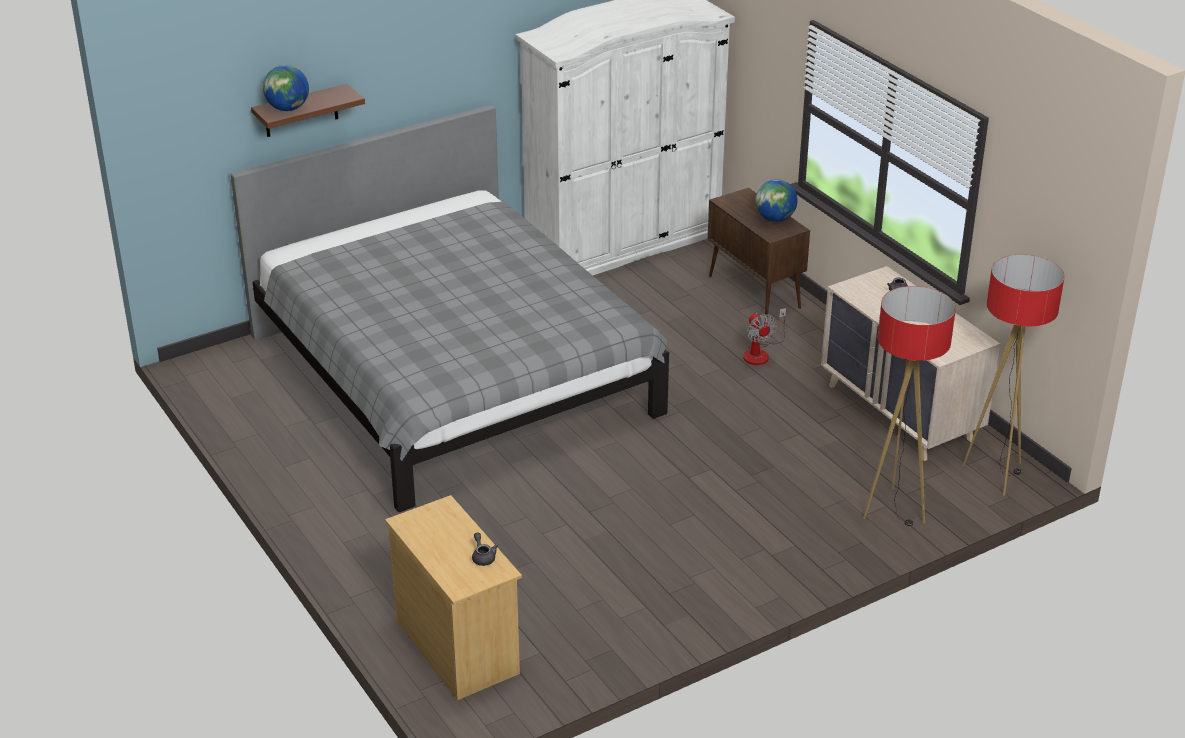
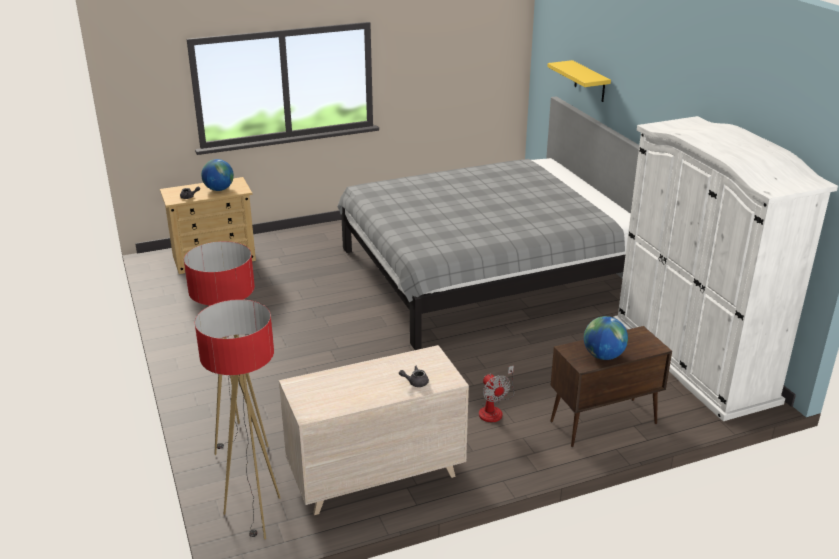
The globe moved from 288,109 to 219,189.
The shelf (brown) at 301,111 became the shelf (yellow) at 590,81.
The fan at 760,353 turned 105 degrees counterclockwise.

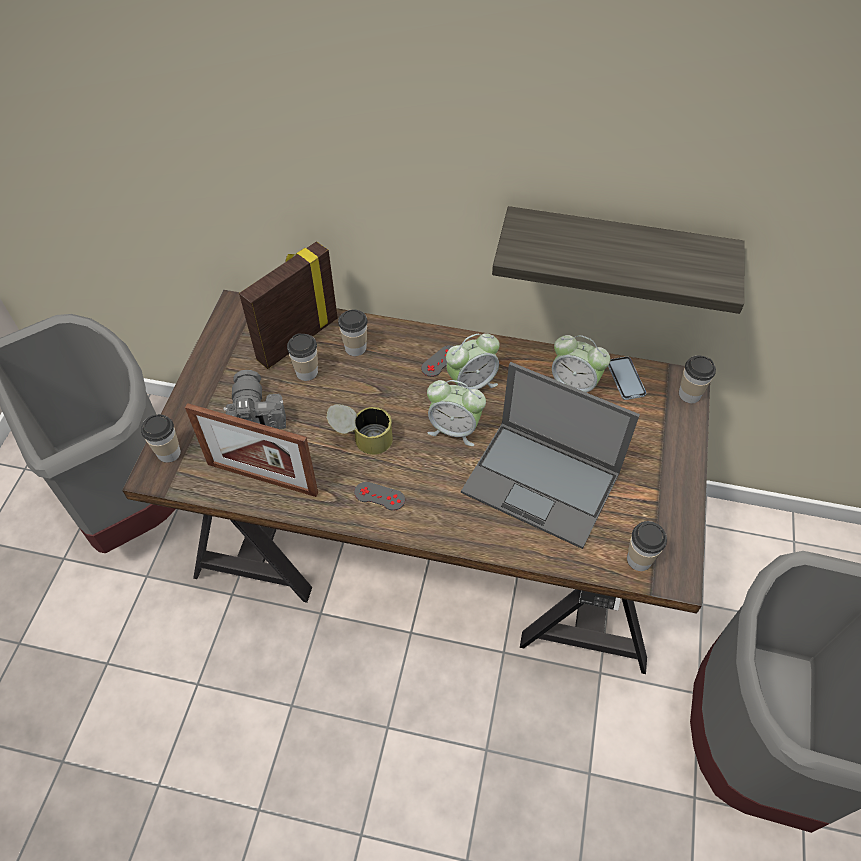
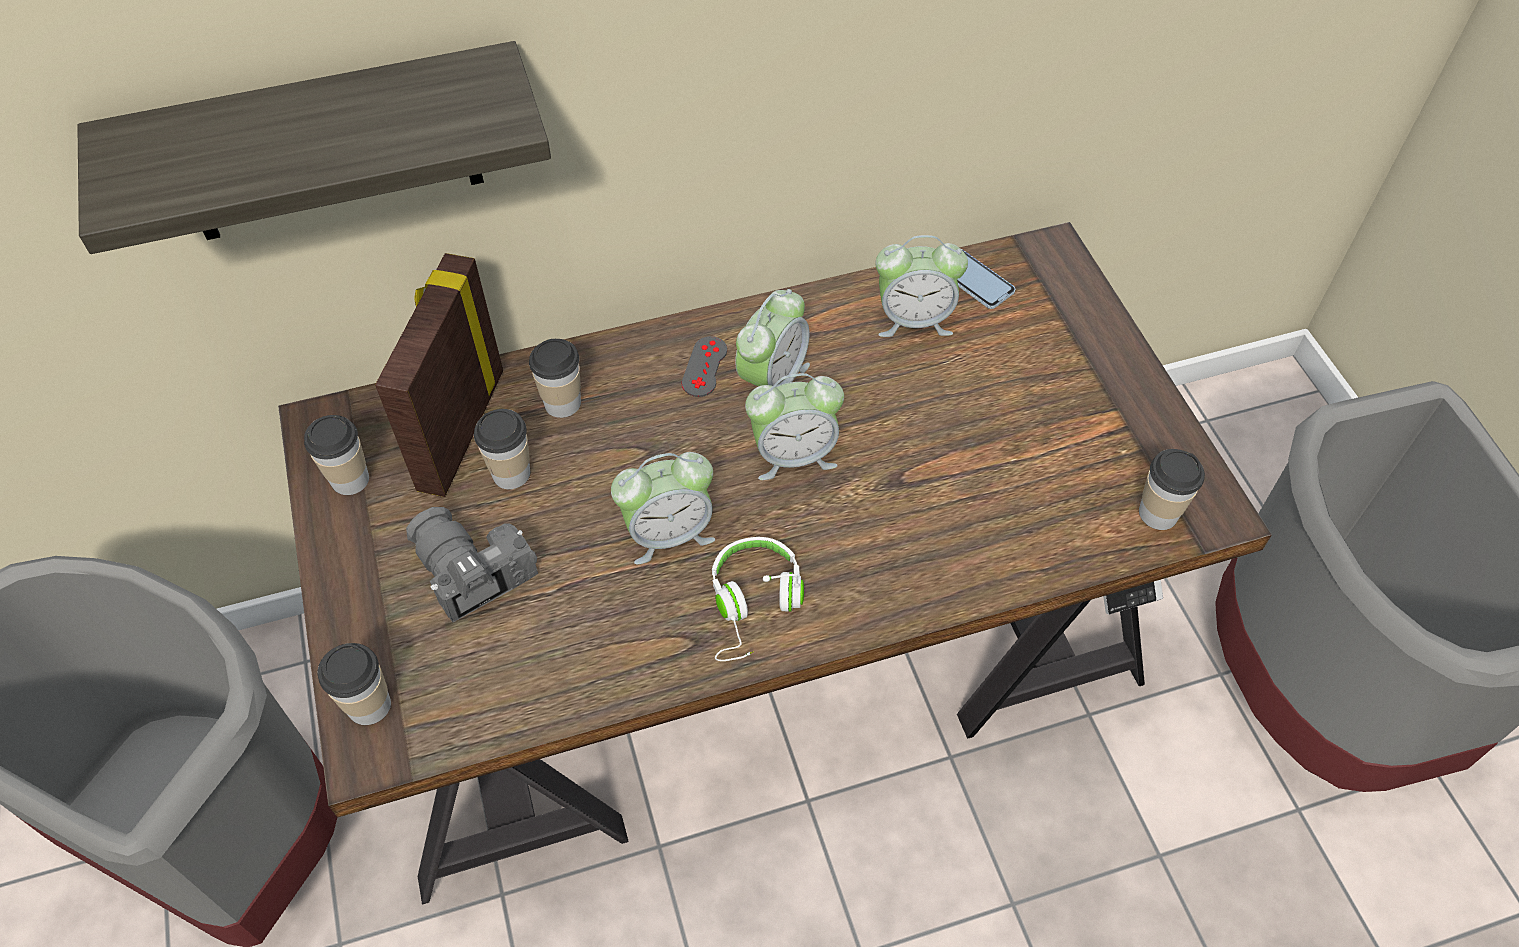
The picture frame at 262,478 disappeared.
The laptop at 543,483 disappeared.
The shelf moved from 615,257 to 326,147.
The cup moved from 689,394 to 350,479.
The can at 362,439 was replaced by the alarm clock at 668,534.
The game controller (grey) at 379,496 was replaced by the headphones (white) at 754,604.

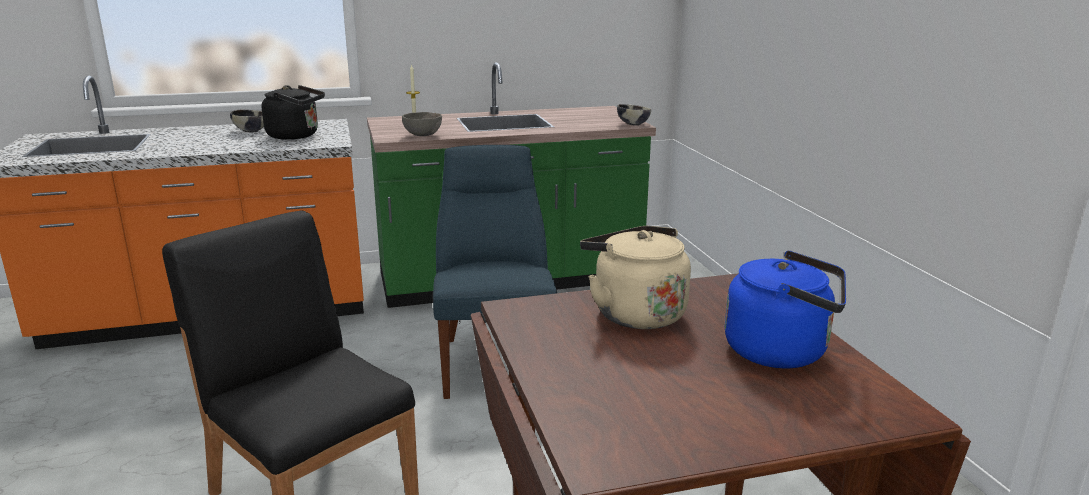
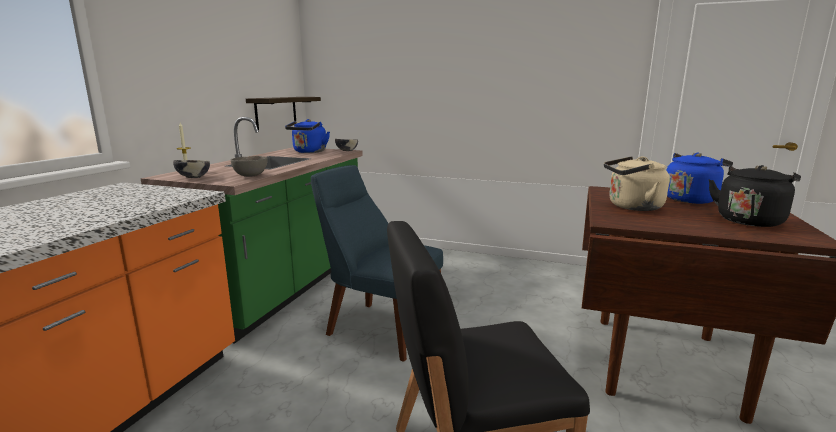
The shelf at 276,112 appeared.
The kettle (blue) at 309,152 appeared.
The bowl moved from 251,131 to 193,177.
The kettle (black) moved from 296,136 to 749,220.

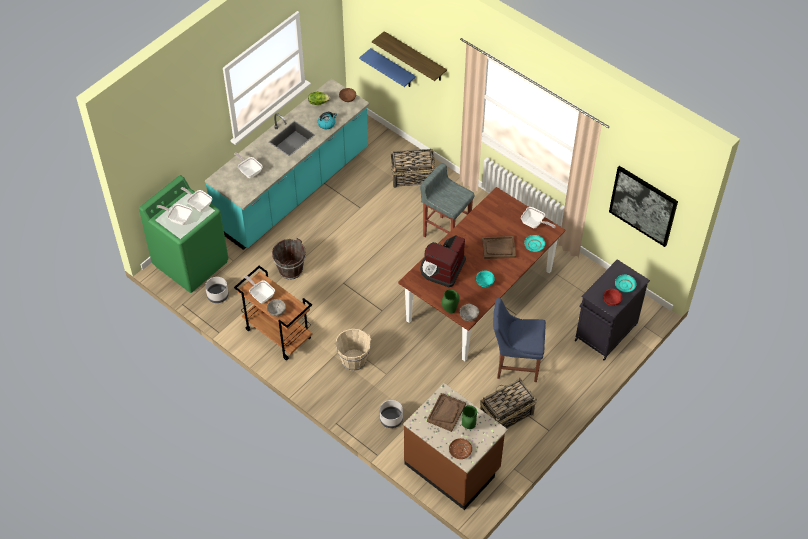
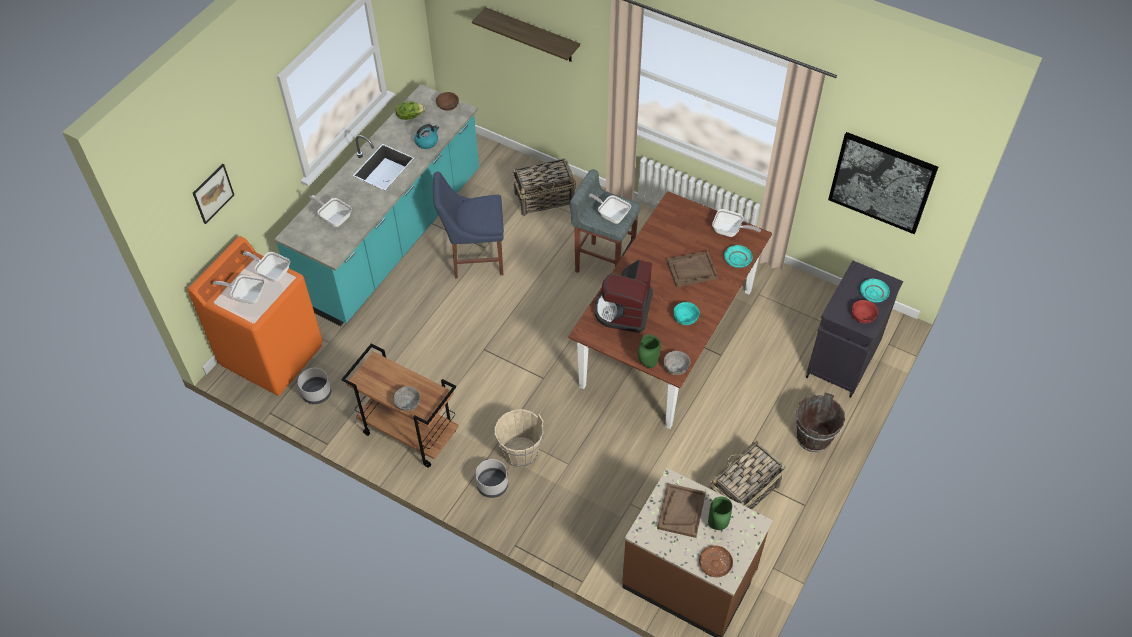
The shelf (blue) at 393,69 disappeared.
The picture at 213,193 appeared.
The frying pan moved from 261,295 to 611,215.
The bucket (brown) moved from 290,270 to 813,437.
The planter (grey) moved from 391,419 to 492,485.
The chair (blue) moved from 515,364 to 474,259.
The washing machine (green) at 191,263 became the washing machine (orange) at 272,354.

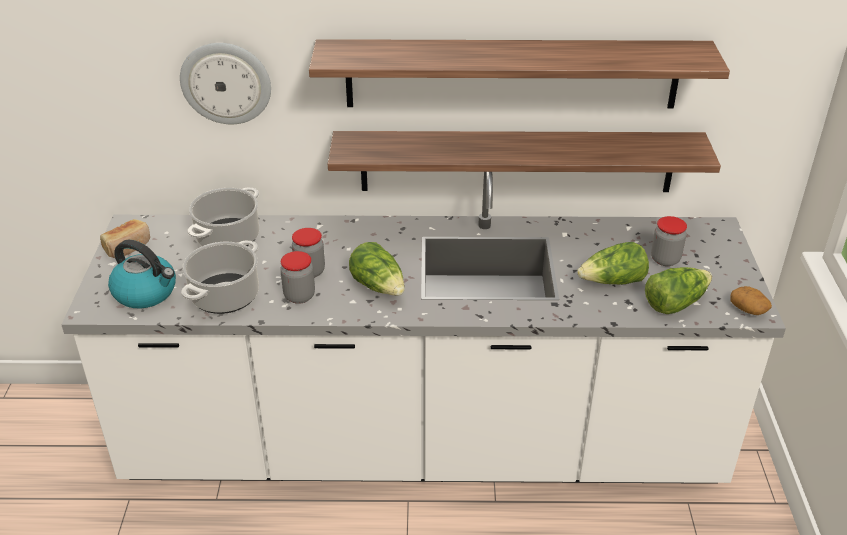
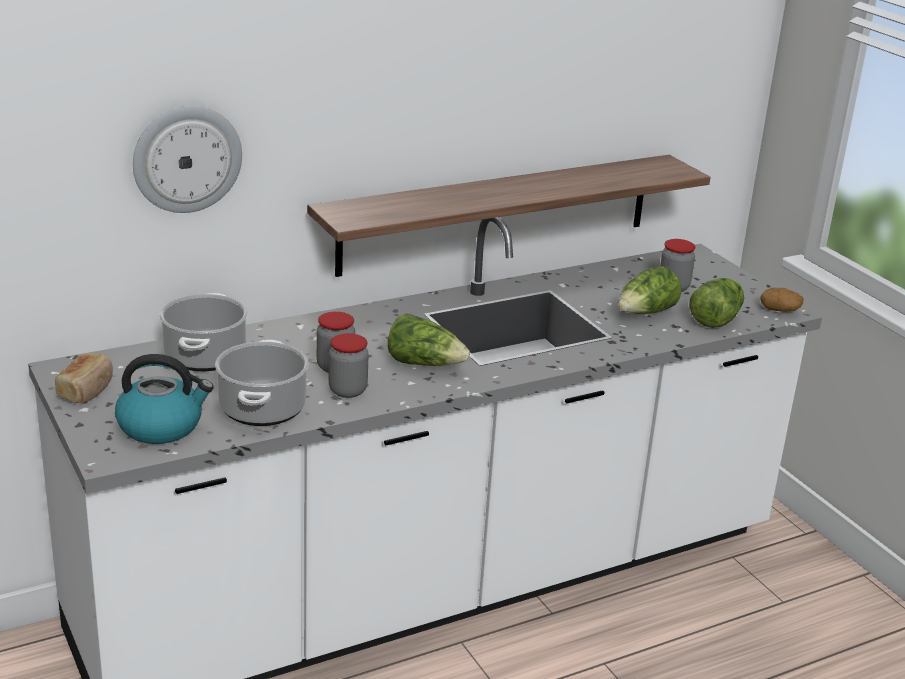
The shelf at 512,73 disappeared.

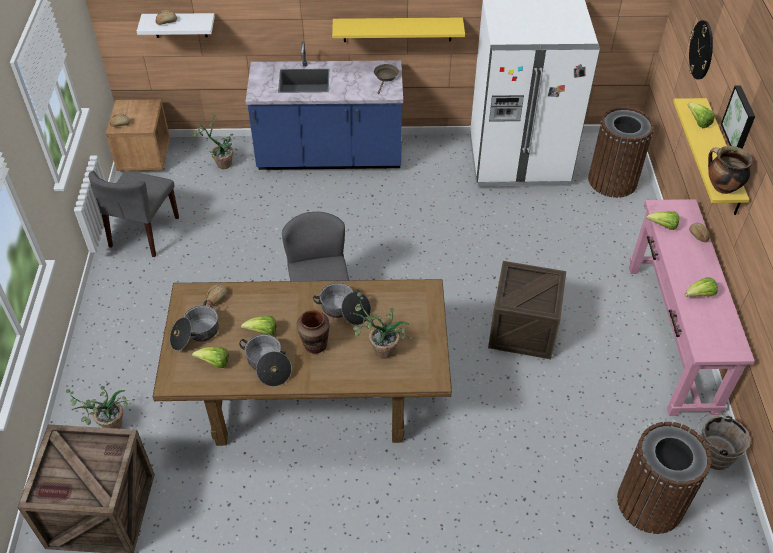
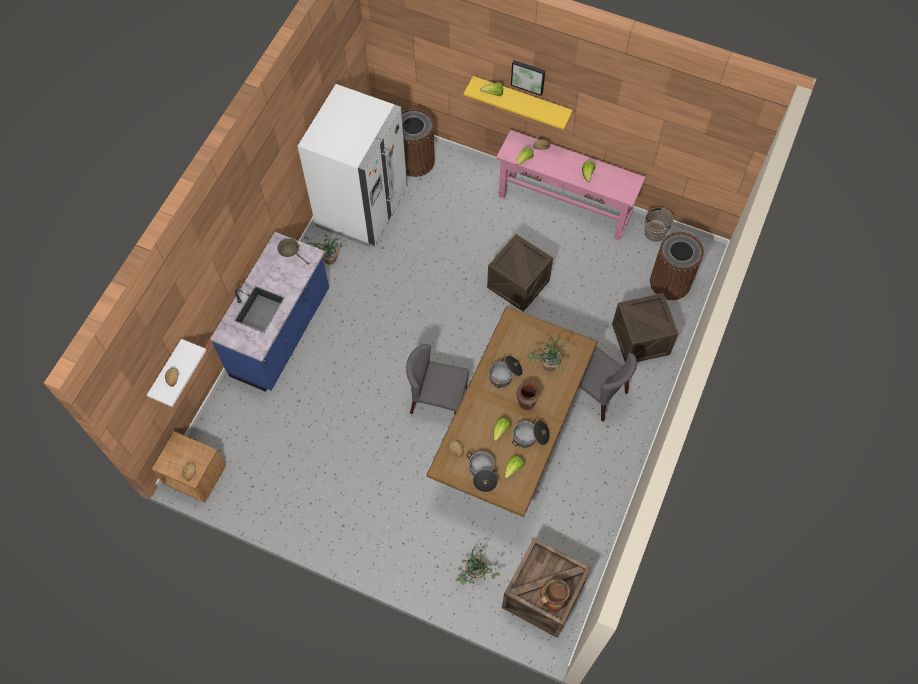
The shelf (yellow) at 397,29 disappeared.
The wall clock at 701,50 disappeared.
The crate at 640,339 appeared.
The chair (grey) moved from 144,232 to 596,392.
The potted plant moved from 222,162 to 326,260.
The cooking pot moved from 721,187 to 553,599.

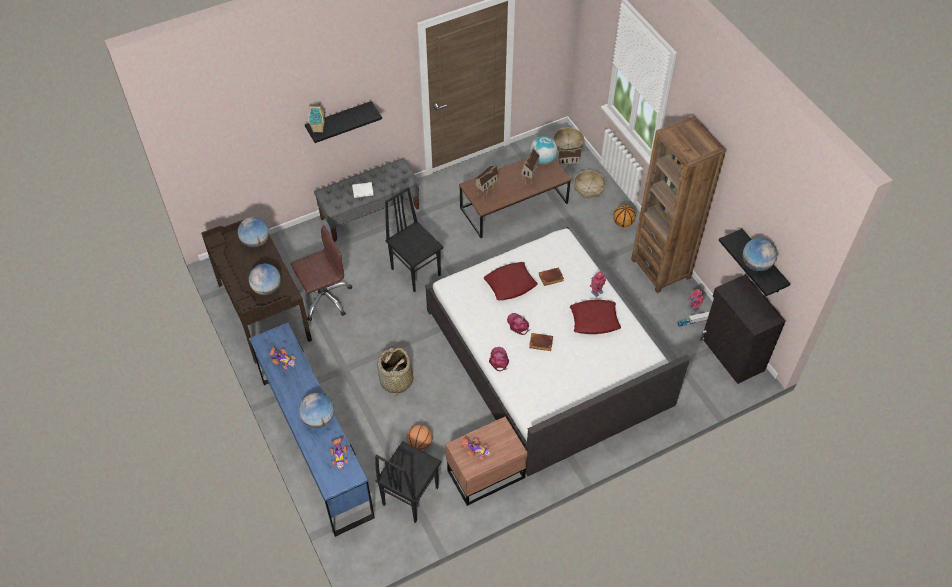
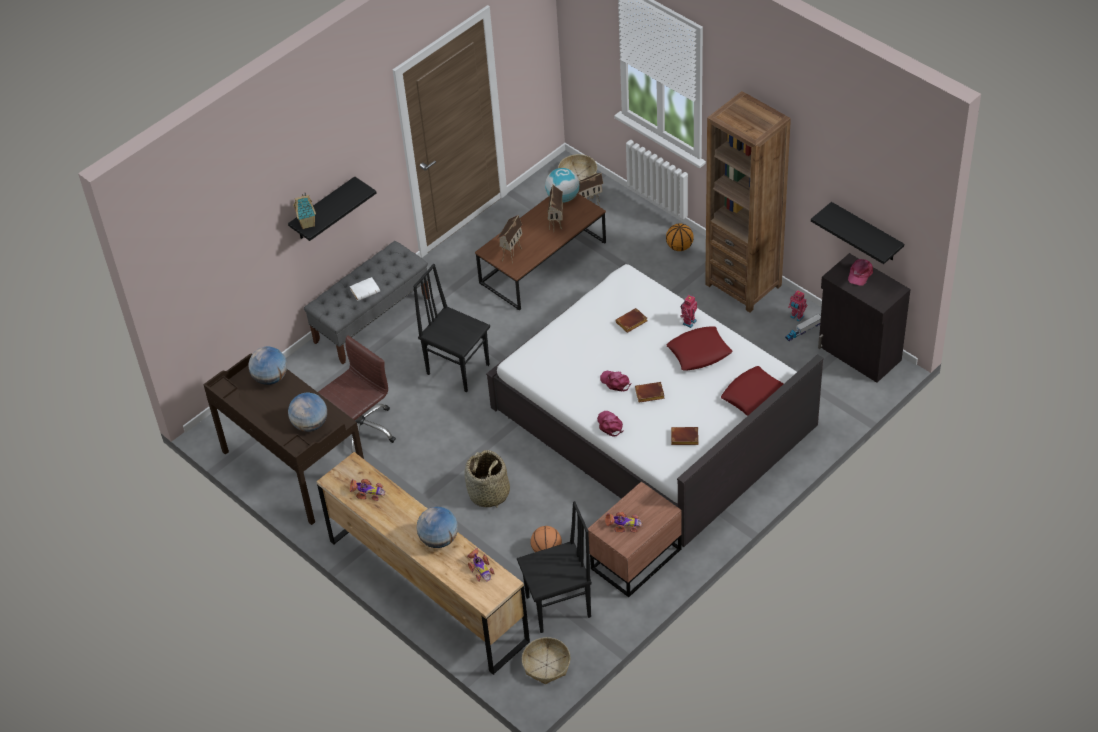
The globe at 756,264 disappeared.
The book (brown) at 683,438 appeared.
The cap (pink) at 860,274 appeared.
The pillow (red) moved from 510,284 to 753,395.
The basket moved from 589,188 to 546,665.
The dresser (blue) at 316,447 became the dresser (brown) at 428,590.
The chair (black) at 409,496 turned 120 degrees counterclockwise.

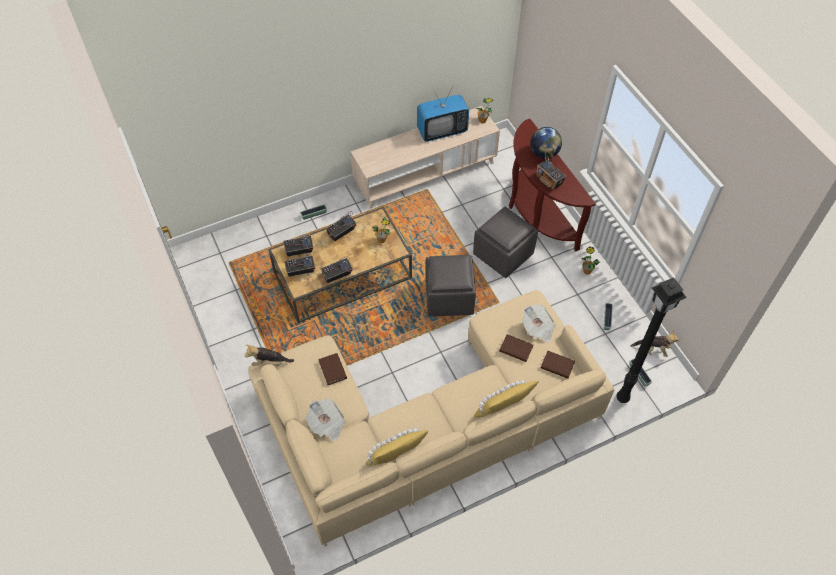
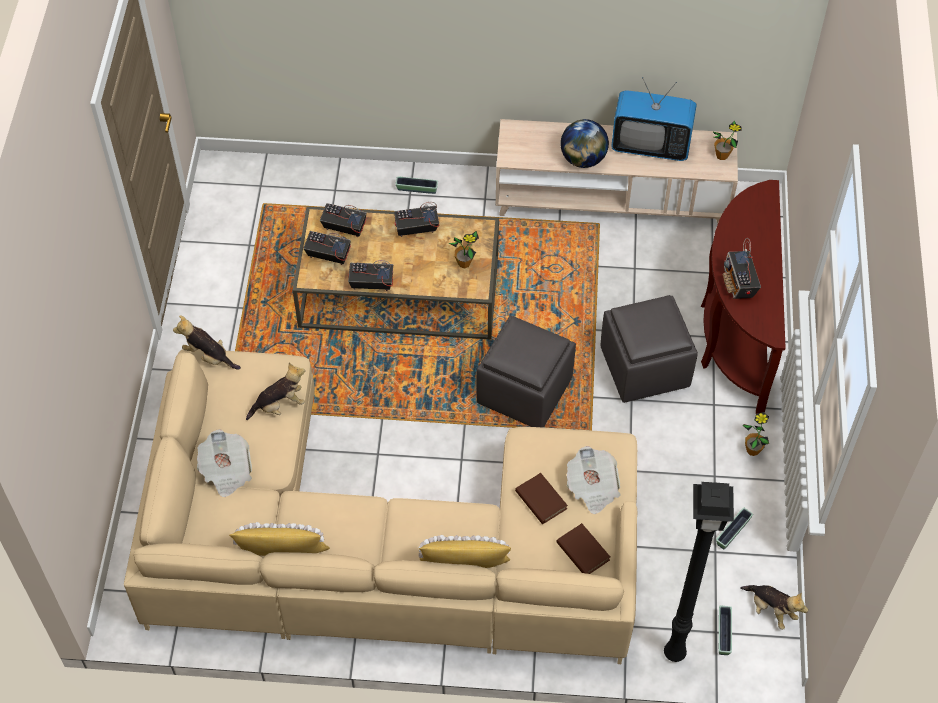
The globe moved from 544,153 to 583,159.
The book (brown) at 332,370 was replaced by the plush toy at 280,405.

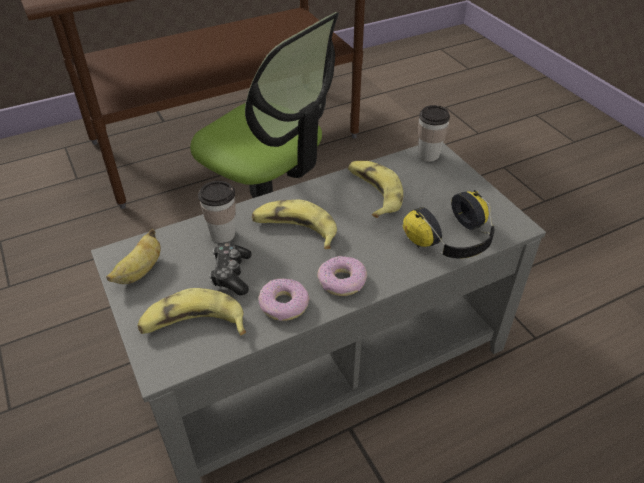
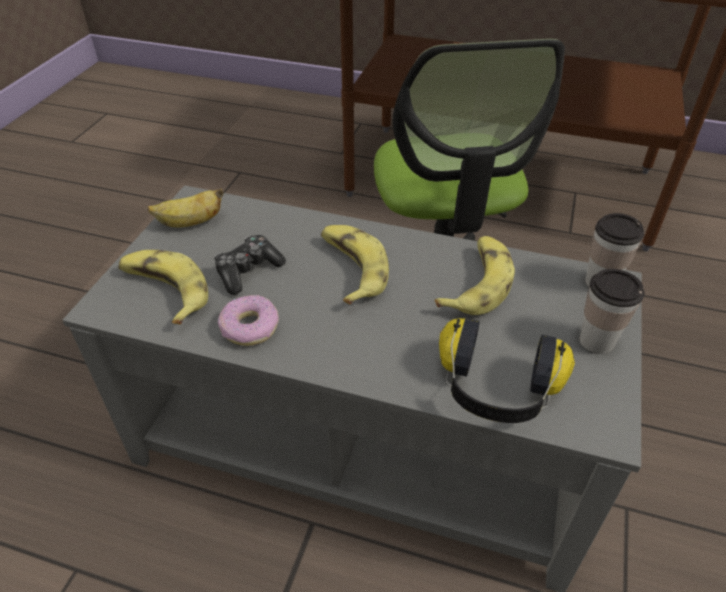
The donut at 342,281 disappeared.
The cup moved from 223,234 to 596,341.

